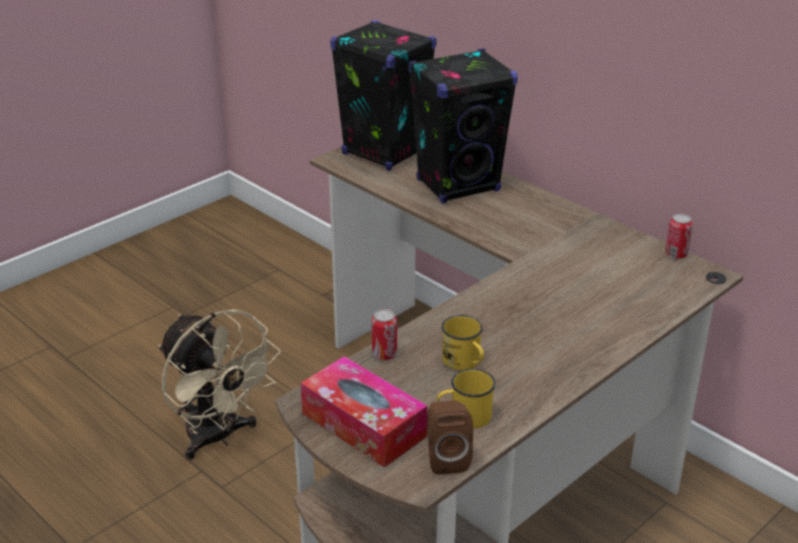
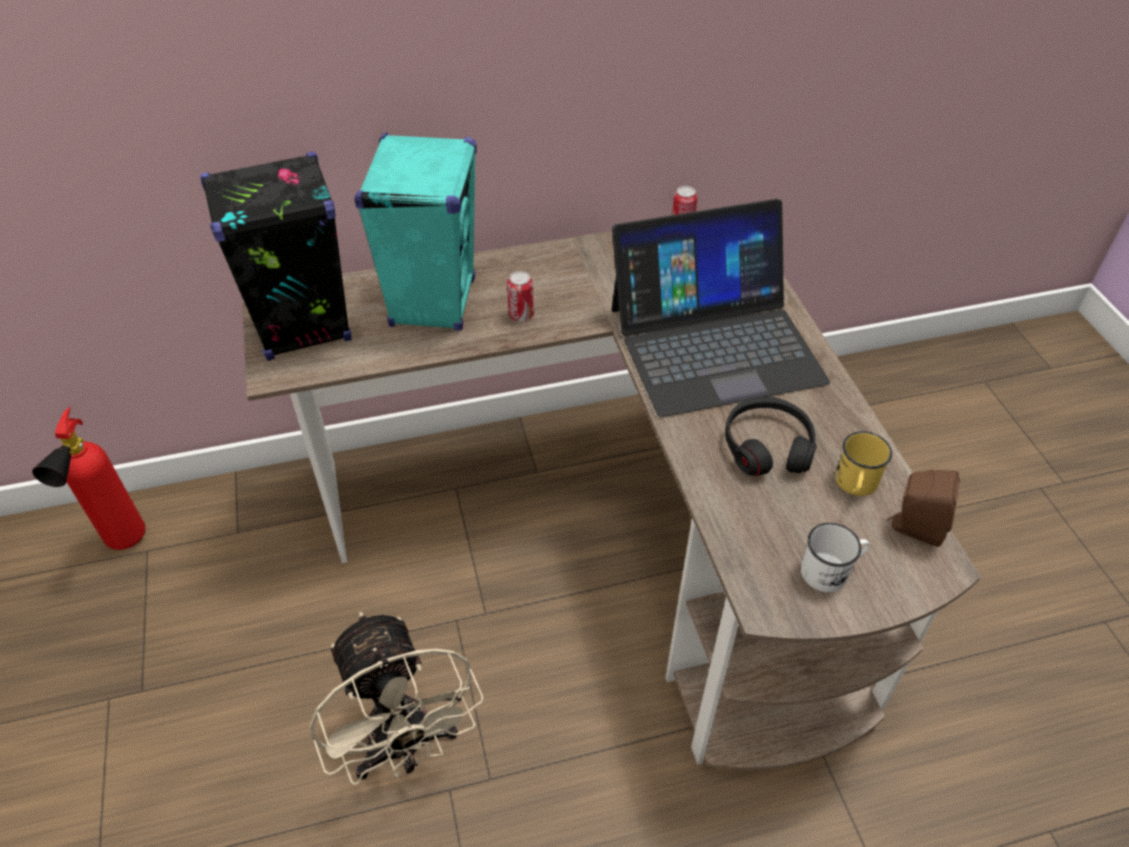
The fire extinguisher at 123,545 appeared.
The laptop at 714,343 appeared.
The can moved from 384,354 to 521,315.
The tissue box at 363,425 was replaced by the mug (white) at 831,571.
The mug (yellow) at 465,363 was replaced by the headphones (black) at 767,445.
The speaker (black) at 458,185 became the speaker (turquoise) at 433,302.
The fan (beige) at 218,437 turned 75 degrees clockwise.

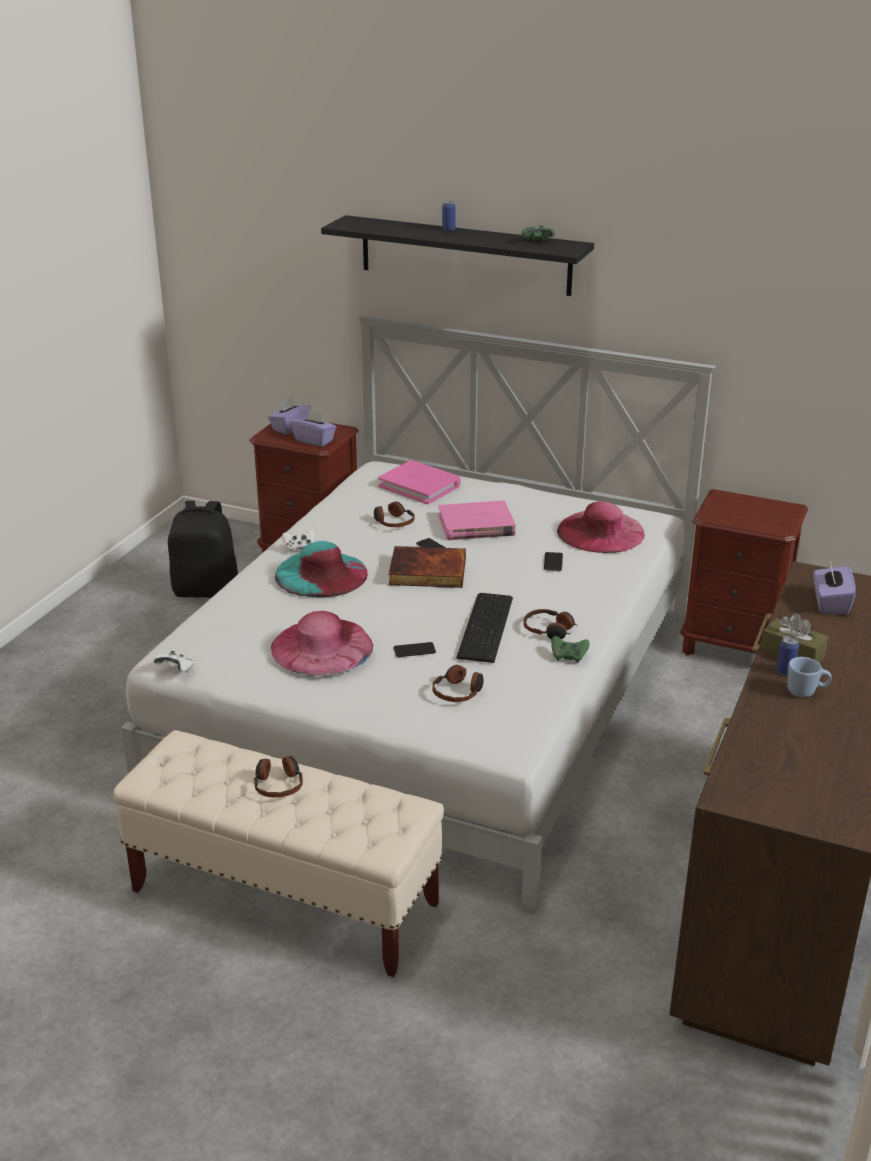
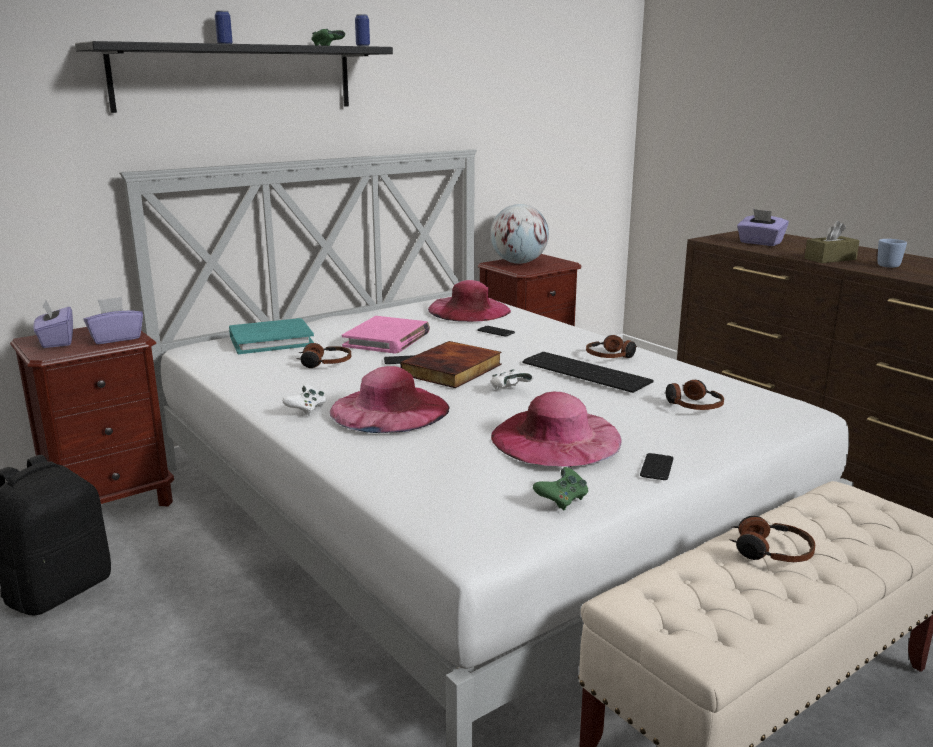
The globe at 518,263 appeared.
The game controller (white) moved from 176,670 to 510,390.
The phone moved from 414,650 to 656,467.
The game controller (green) moved from 568,657 to 562,500.
The can moved from 785,671 to 363,46.
The hat (turquoise) at 321,574 became the hat (pink) at 389,409.
The book (pink) at 420,486 became the book (turquoise) at 271,340.

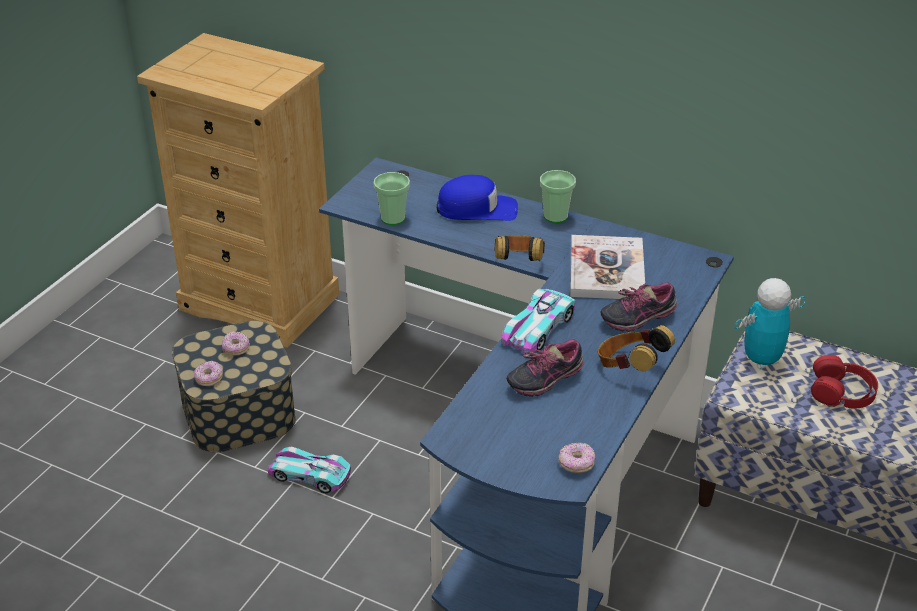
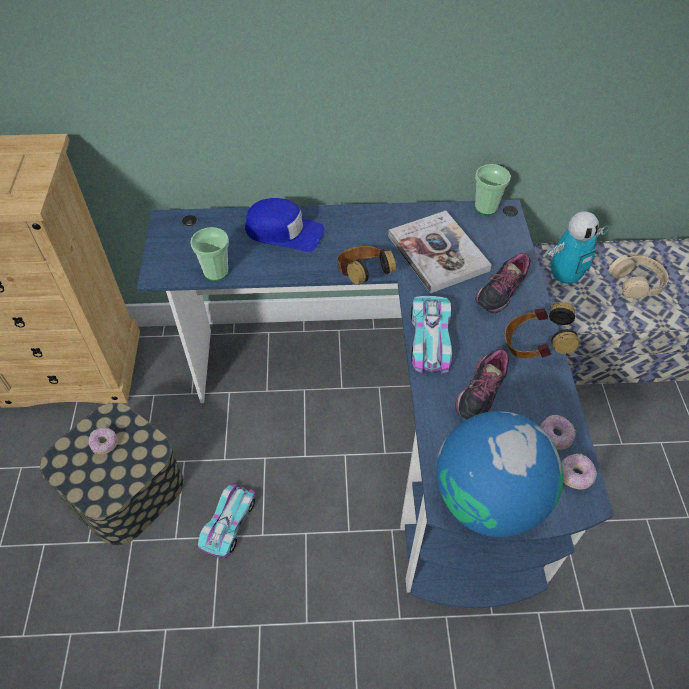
The globe at 488,499 appeared.
The donut moved from 209,379 to 554,436.
The cup moved from 555,216 to 486,207.
The headphones (red) at 842,392 became the headphones (beige) at 636,282.
The toy car at 309,475 turned 120 degrees clockwise.
The cap (blue) at 477,209 turned 45 degrees clockwise.
The toy robot at 761,360 turned 150 degrees counterclockwise.

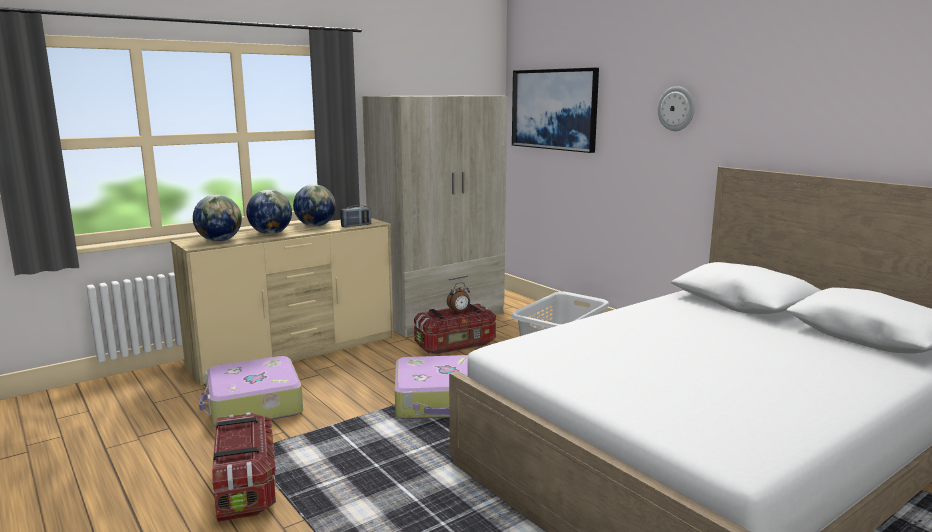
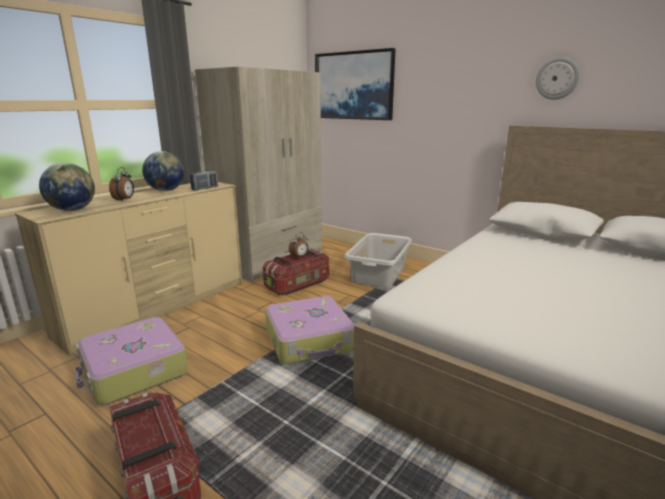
The wall clock moved from 676,108 to 557,78.
The globe at 271,233 was replaced by the alarm clock at 125,200.

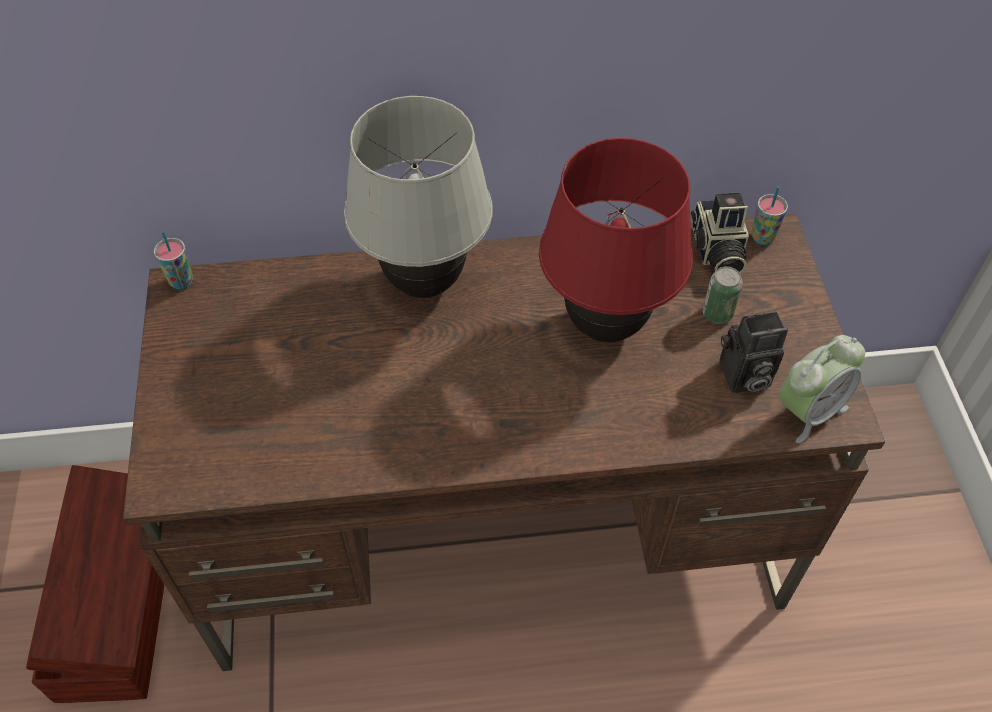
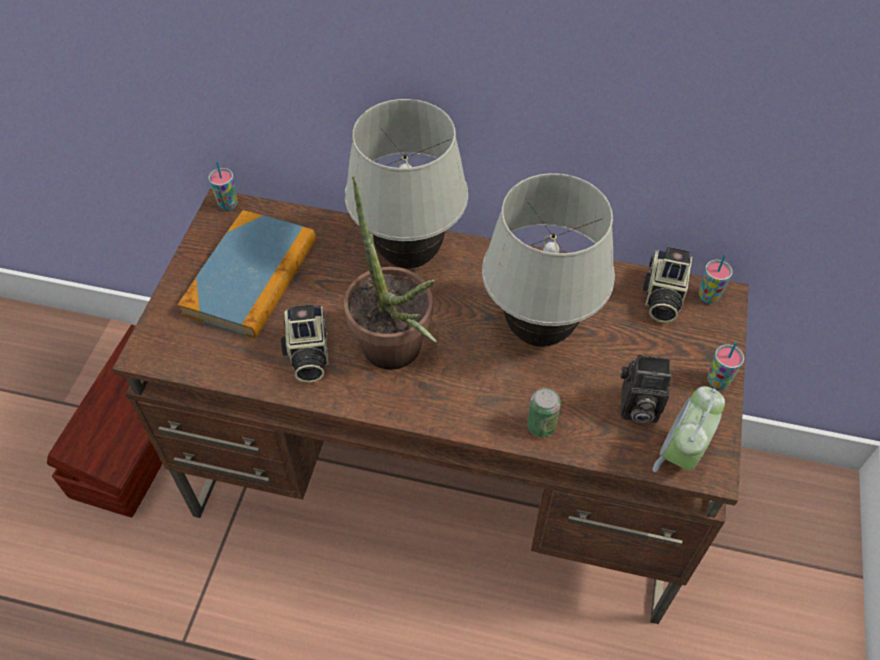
The book at 251,277 appeared.
The photo camera at 307,354 appeared.
The potted plant at 397,356 appeared.
The cup at 718,381 appeared.
The can moved from 717,314 to 541,426.
The table lamp (red) at 605,326 became the table lamp (white) at 539,331.
The alarm clock at 808,411 turned 135 degrees clockwise.

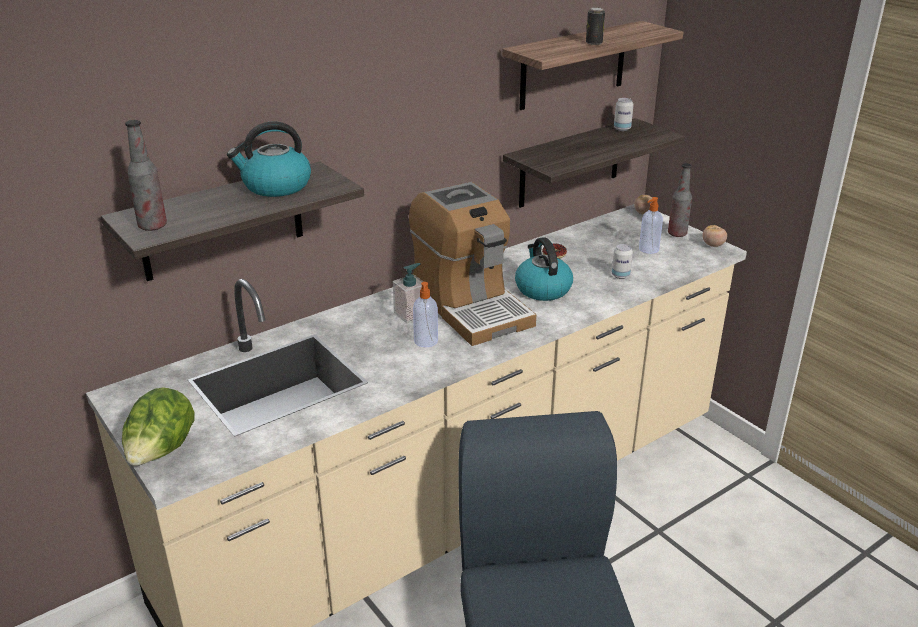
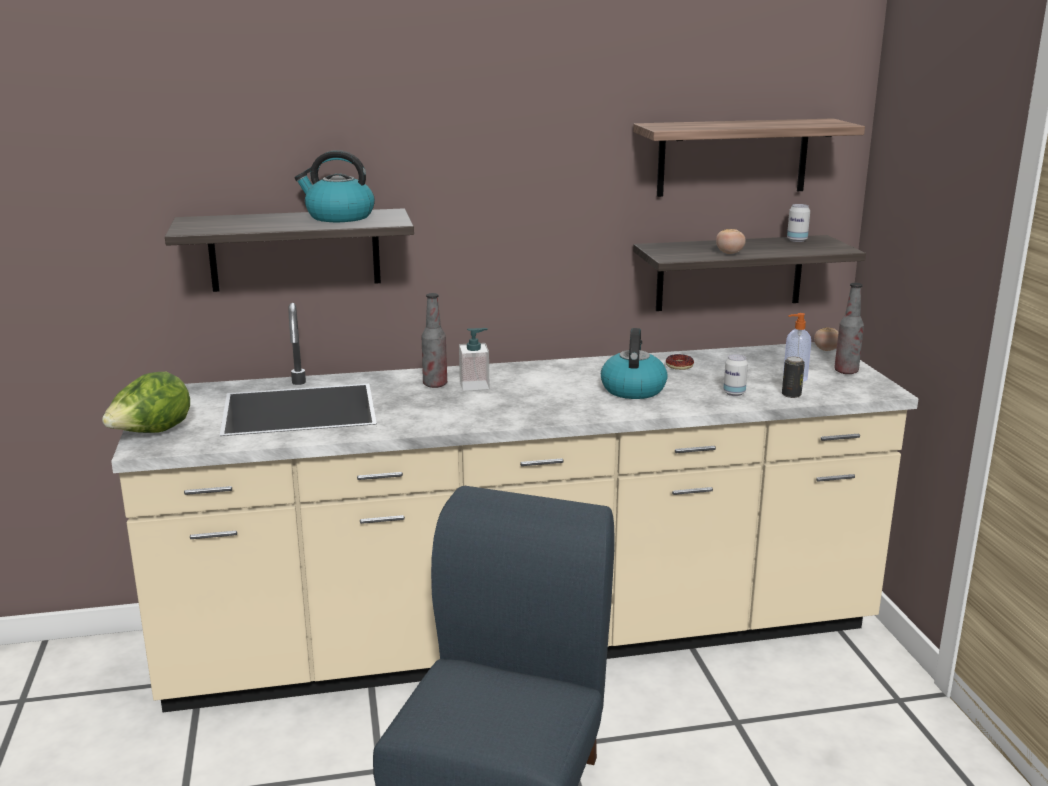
The coffee machine at 470,306 disappeared.
The soap dispenser at 426,341 disappeared.
The bottle moved from 152,226 to 435,384.
The can moved from 594,43 to 791,395.
The tomato moved from 713,245 to 729,253.

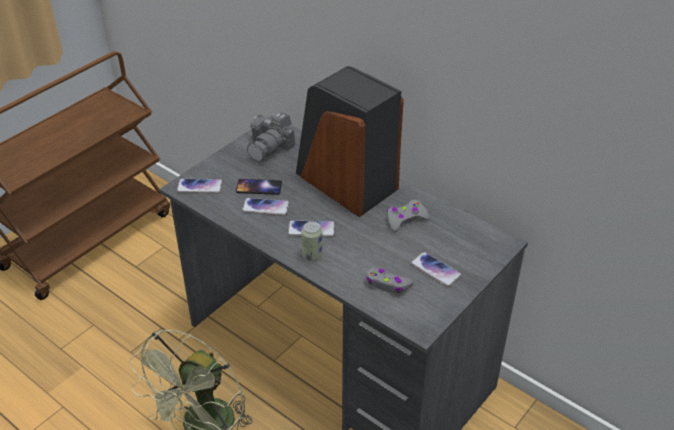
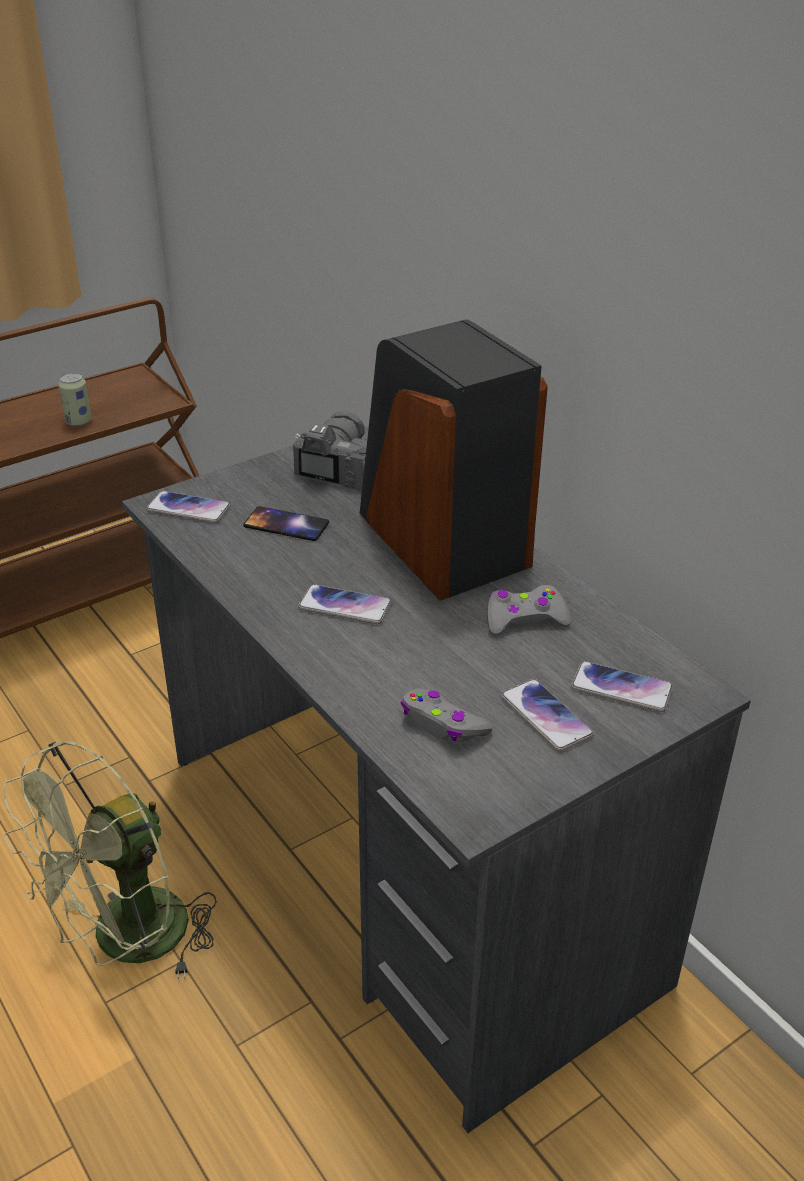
The phone moved from 265,207 to 621,688.
The can moved from 312,255 to 78,422.
The photo camera at 270,147 turned 150 degrees clockwise.

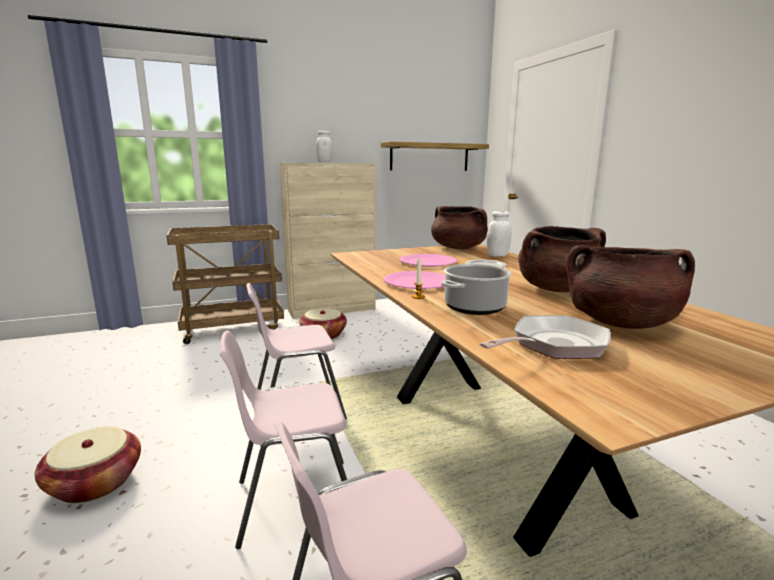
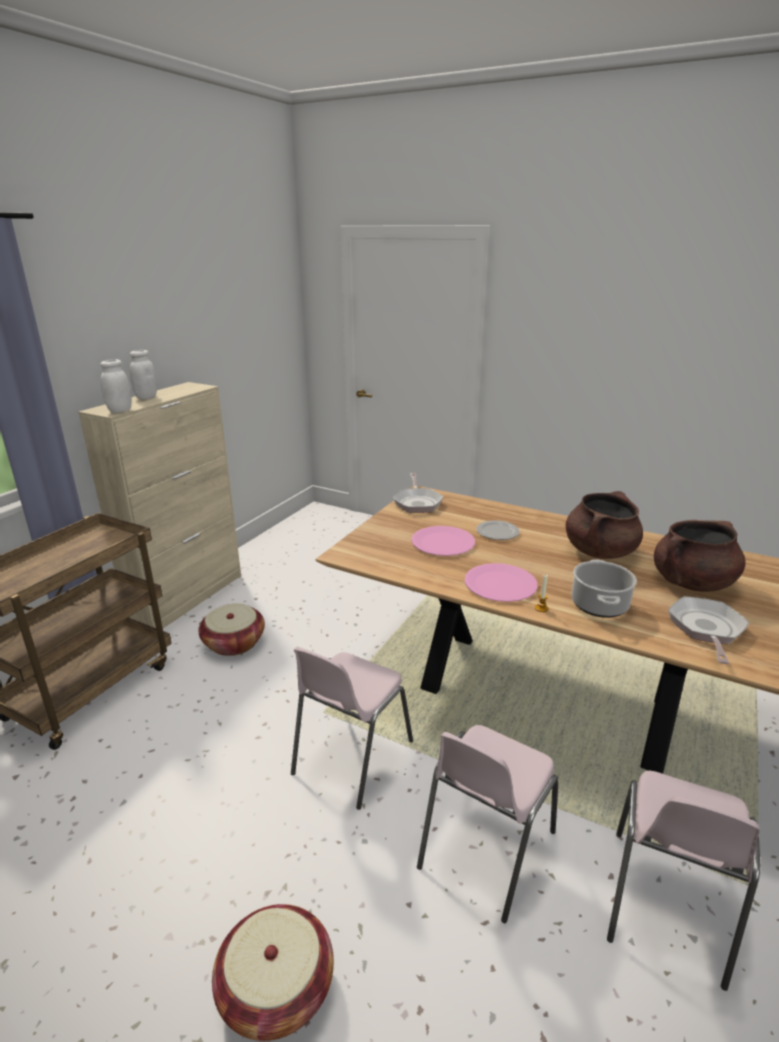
The shelf at 429,157 disappeared.
The jar (white) moved from 498,255 to 120,410.
The cooking pot (brown) at 458,248 was replaced by the frying pan at 417,502.

